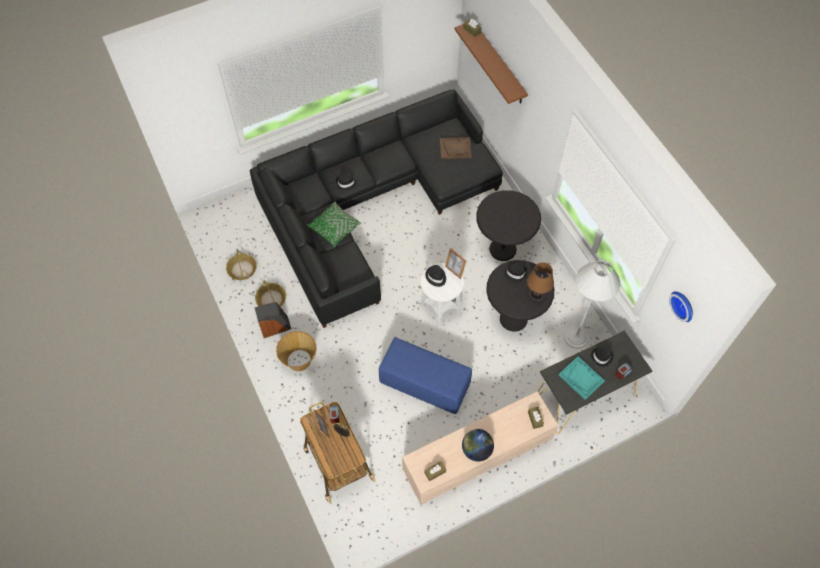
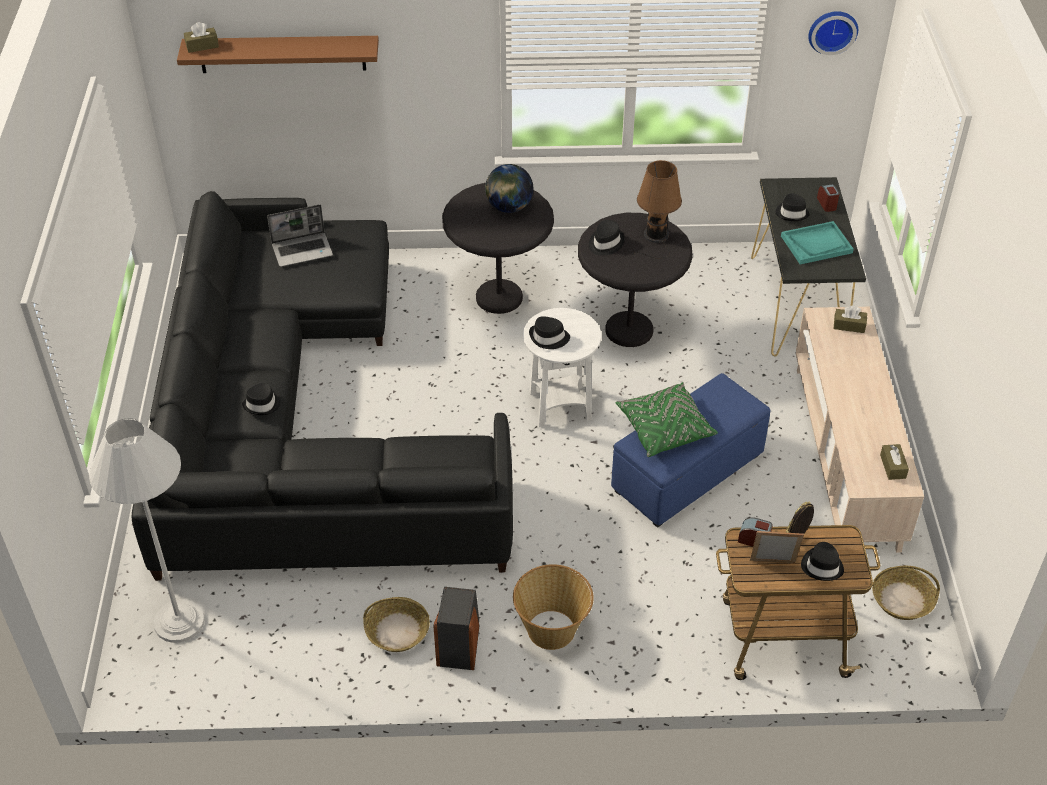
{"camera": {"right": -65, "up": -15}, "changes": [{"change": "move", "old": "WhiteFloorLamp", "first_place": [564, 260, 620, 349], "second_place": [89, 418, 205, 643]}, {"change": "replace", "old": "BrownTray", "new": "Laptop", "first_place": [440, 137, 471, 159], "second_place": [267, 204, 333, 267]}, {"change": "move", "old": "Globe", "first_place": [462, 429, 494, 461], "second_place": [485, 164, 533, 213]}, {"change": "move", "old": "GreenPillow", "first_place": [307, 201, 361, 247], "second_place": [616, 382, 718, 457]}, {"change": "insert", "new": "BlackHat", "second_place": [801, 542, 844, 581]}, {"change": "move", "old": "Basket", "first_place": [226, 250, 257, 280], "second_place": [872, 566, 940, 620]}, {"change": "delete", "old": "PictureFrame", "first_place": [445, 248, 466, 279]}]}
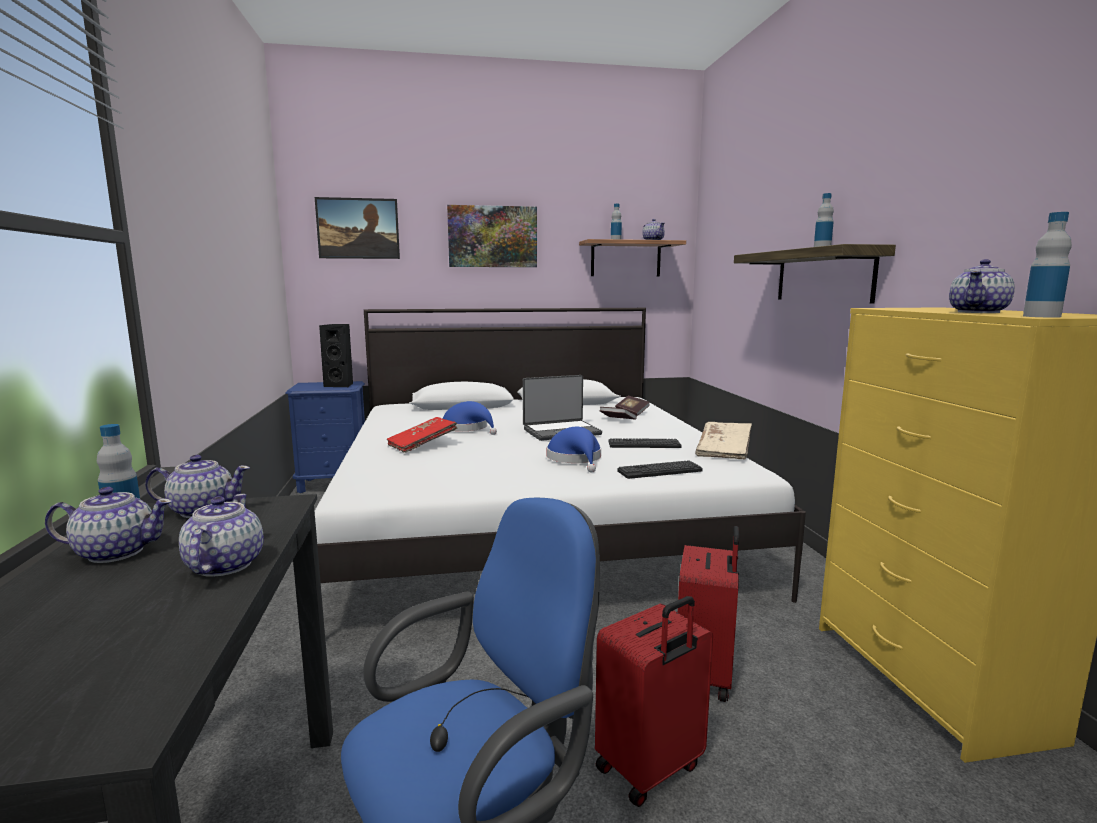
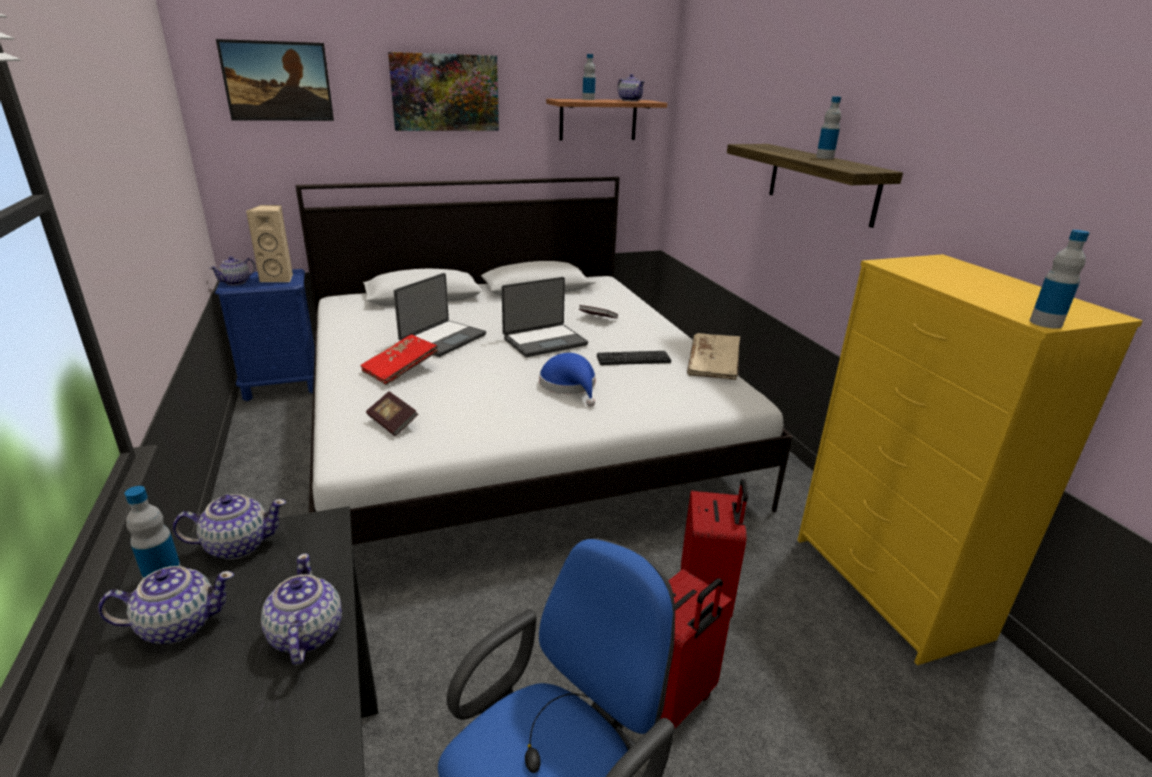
{"camera": {"right": -10, "up": 15}, "changes": [{"change": "move", "old": "Teapot", "first_place": [949, 259, 1015, 313], "second_place": [209, 256, 256, 285]}, {"change": "recolor", "old": "BlackSpeaker", "new": "BeigeSpeaker", "first_place": [319, 324, 353, 387], "second_place": [246, 205, 293, 282]}, {"change": "move", "old": "Book", "first_place": [615, 396, 650, 416], "second_place": [366, 391, 418, 436]}, {"change": "replace", "old": "BlueHat", "new": "Laptop", "first_place": [442, 401, 497, 435], "second_place": [394, 273, 486, 357]}, {"change": "delete", "old": "Keyboard", "first_place": [617, 460, 703, 479]}]}
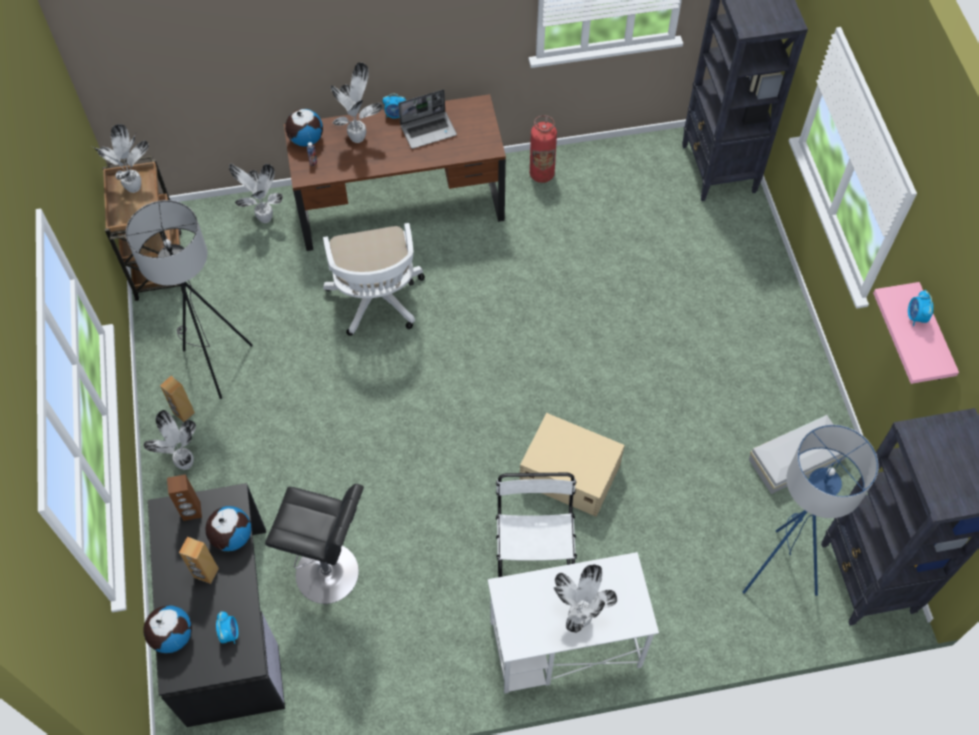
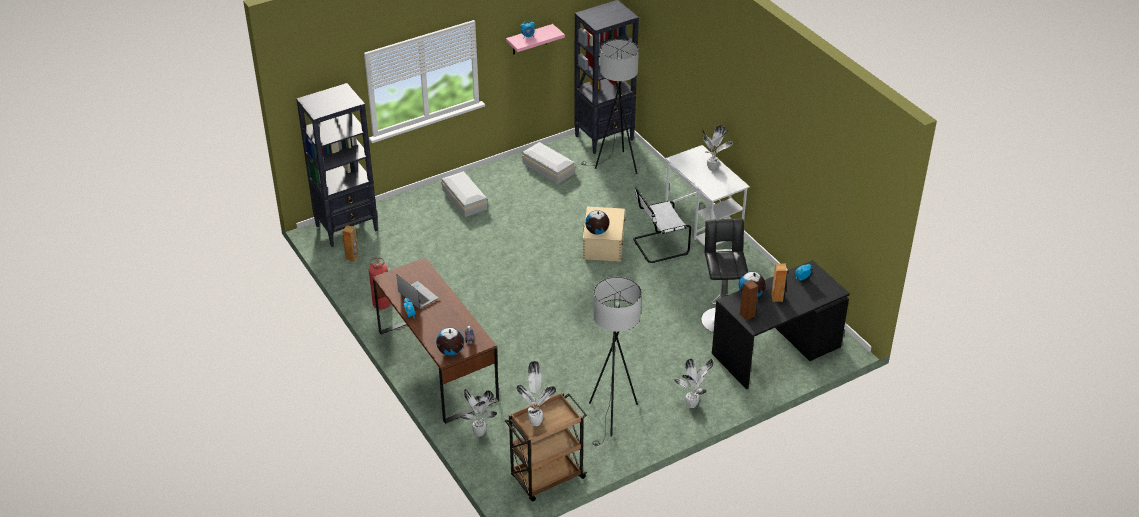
{"camera": {"right": -110, "up": -20}, "changes": [{"change": "move", "old": "BrownSpeaker", "first_place": [160, 376, 195, 422], "second_place": [342, 225, 359, 261]}, {"change": "insert", "new": "WhiteStorageBox", "second_place": [441, 171, 488, 217]}, {"change": "recolor", "old": "BlueFloorLamp", "new": "GreyFloorLamp", "first_place": [743, 425, 879, 596], "second_place": [581, 39, 639, 174]}, {"change": "move", "old": "Globe", "first_place": [143, 605, 192, 653], "second_place": [585, 210, 609, 235]}, {"change": "delete", "old": "WhiteOfficeChair", "first_place": [323, 223, 425, 336]}, {"change": "delete", "old": "PottedPlant", "first_place": [331, 63, 382, 143]}]}
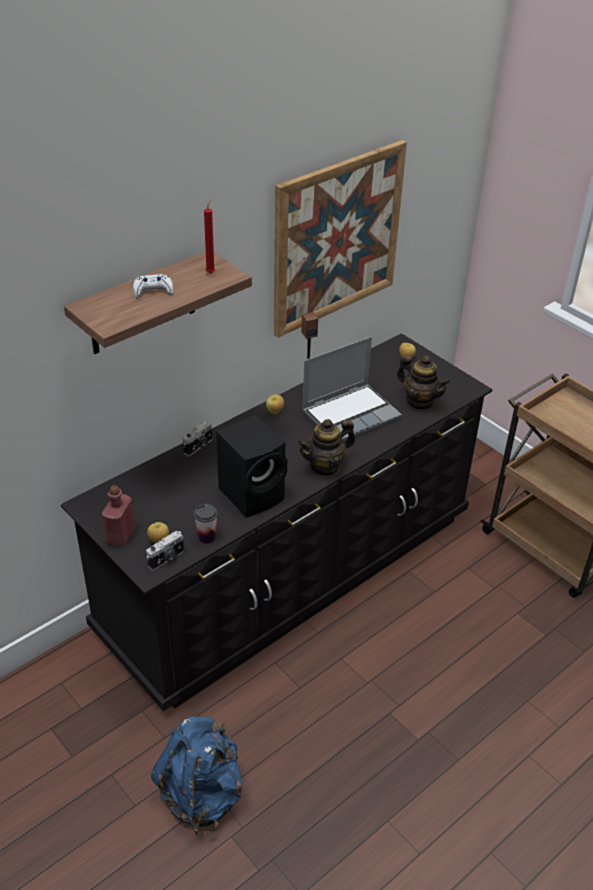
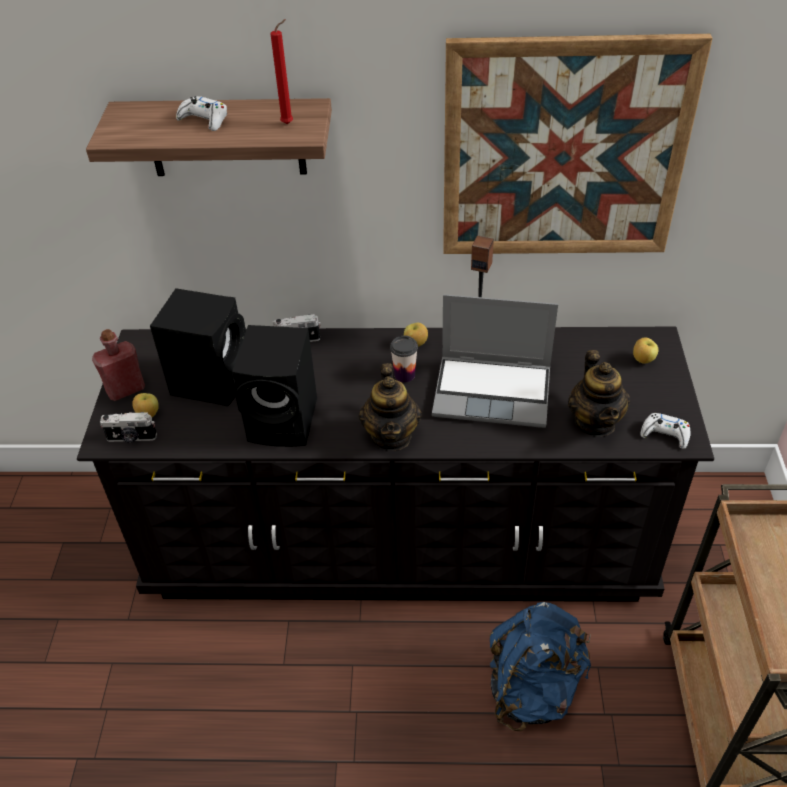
{"camera": {"right": 45, "up": 5}, "changes": [{"change": "insert", "new": "BlackSpeaker", "second_place": [150, 288, 246, 406]}, {"change": "rotate", "old": "Teapot", "first_place": [297, 419, 355, 477], "second_place": [359, 363, 422, 451], "degrees": -105}, {"change": "move", "old": "Cup", "first_place": [194, 504, 218, 544], "second_place": [390, 335, 418, 382]}, {"change": "move", "old": "BlueBackpack", "first_place": [151, 716, 243, 835], "second_place": [490, 602, 591, 731]}, {"change": "insert", "new": "WhiteGameController", "second_place": [640, 413, 691, 449]}]}
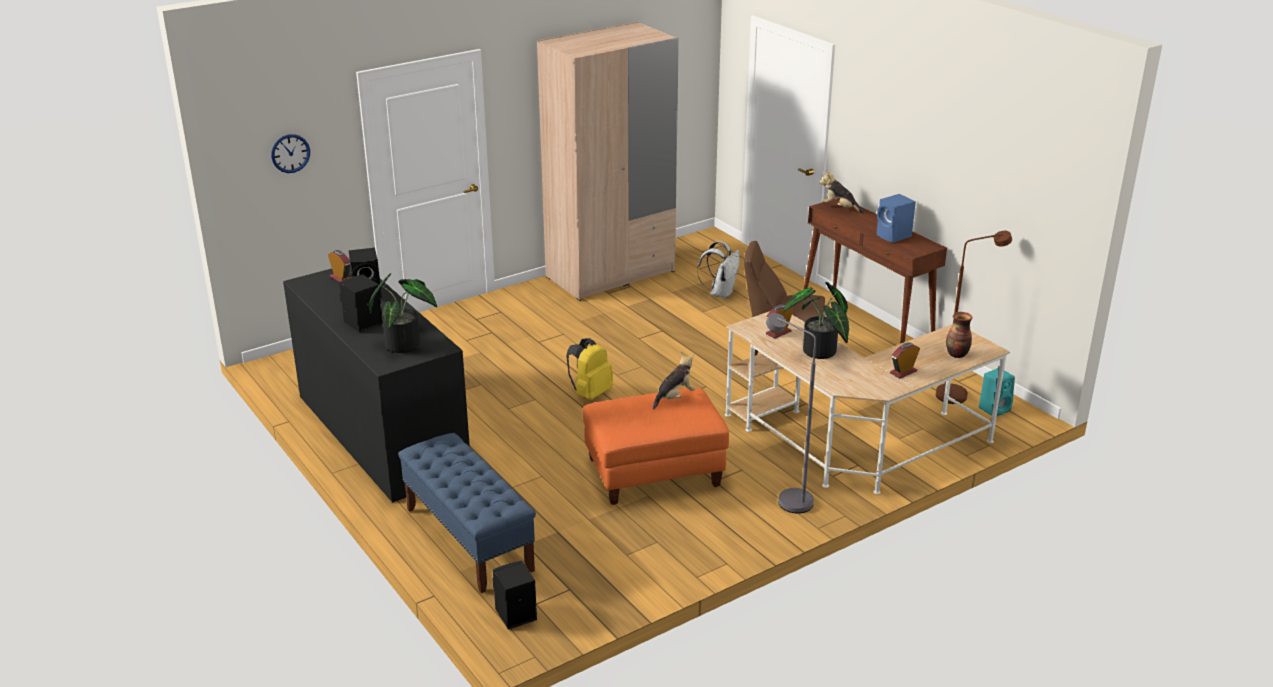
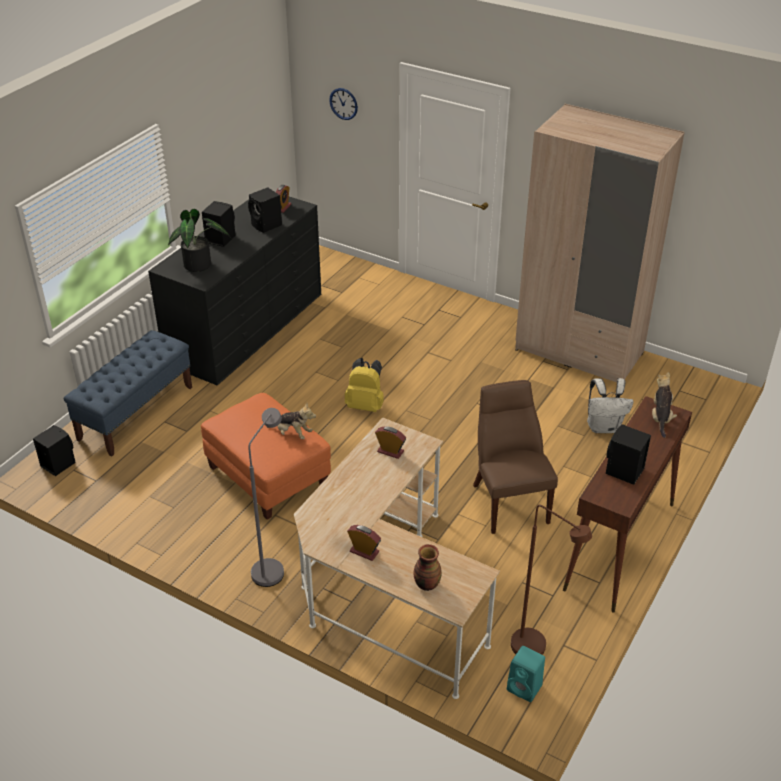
{"camera": {"right": 65, "up": 10}, "changes": [{"change": "recolor", "old": "BlueSpeaker", "new": "BlackSpeaker", "first_place": [877, 194, 916, 243], "second_place": [606, 424, 651, 485]}, {"change": "delete", "old": "PottedPlant", "first_place": [783, 282, 849, 359]}]}
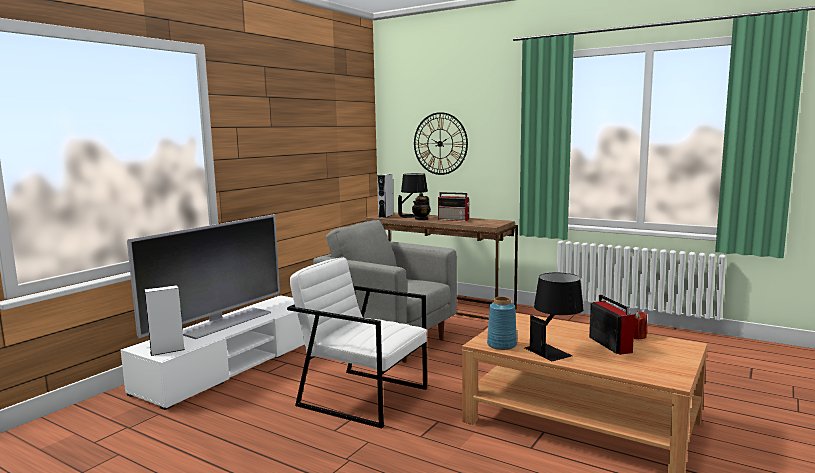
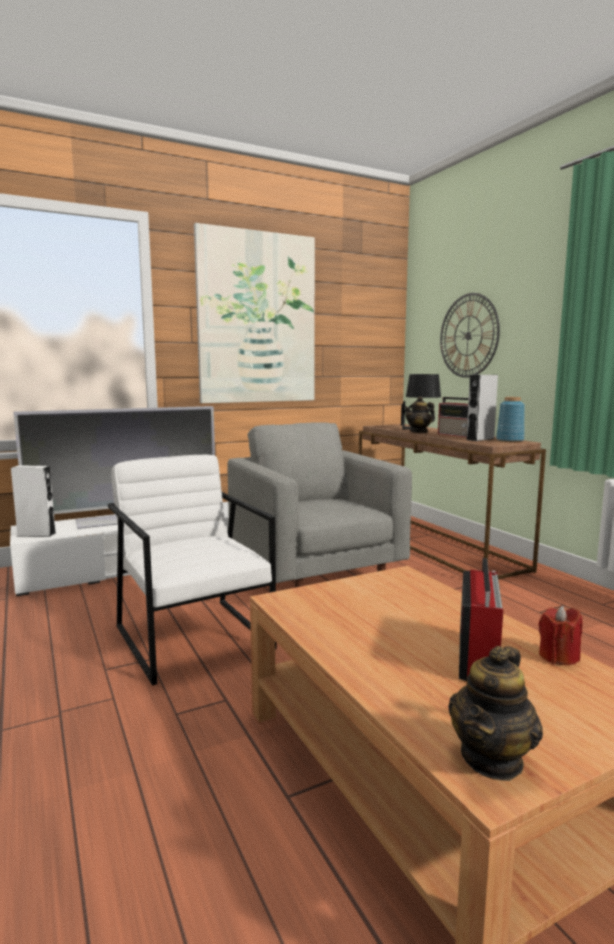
{"camera": {"right": 30, "up": 0}, "changes": [{"change": "insert", "new": "Picture", "second_place": [194, 223, 315, 403]}, {"change": "insert", "new": "Teapot", "second_place": [448, 646, 543, 781]}, {"change": "move", "old": "GreySpeaker", "first_place": [377, 174, 393, 218], "second_place": [466, 375, 498, 441]}, {"change": "move", "old": "BlueVase", "first_place": [487, 296, 517, 350], "second_place": [496, 397, 525, 442]}, {"change": "delete", "old": "BlackTableLamp", "first_place": [524, 272, 584, 361]}]}
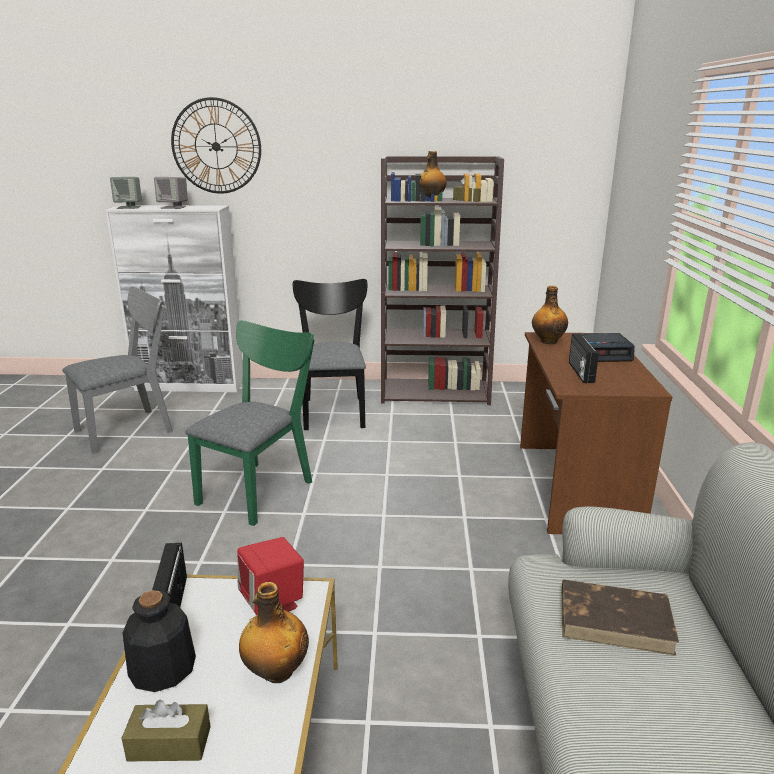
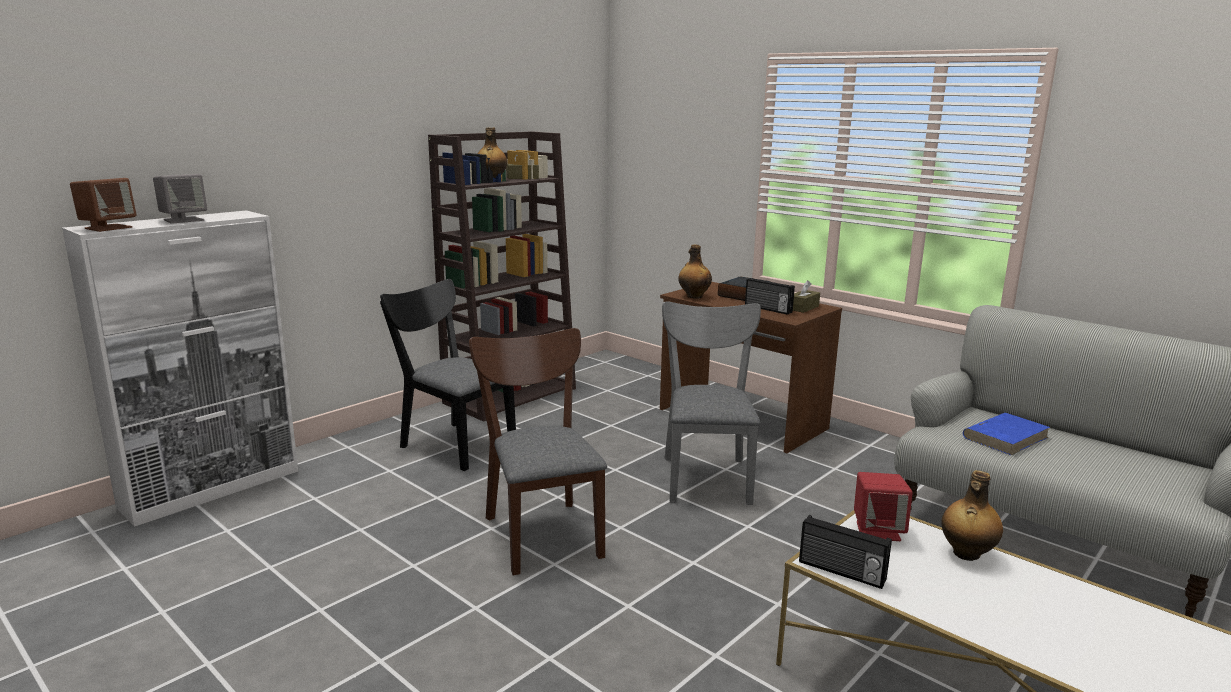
{"camera": {"right": -50, "up": -5}, "changes": [{"change": "recolor", "old": "GreySpeaker", "new": "BrownSpeaker", "first_place": [110, 177, 142, 209], "second_place": [70, 178, 137, 232]}, {"change": "recolor", "old": "GreenChair", "new": "BrownChair", "first_place": [185, 320, 314, 526], "second_place": [469, 328, 607, 575]}, {"change": "move", "old": "GreyChair", "first_place": [63, 287, 173, 454], "second_place": [662, 301, 761, 505]}, {"change": "move", "old": "BrownTissueBox", "first_place": [122, 699, 211, 761], "second_place": [793, 280, 820, 313]}, {"change": "recolor", "old": "BrownBook", "new": "BlueBook", "first_place": [562, 579, 679, 656], "second_place": [963, 413, 1050, 455]}, {"change": "delete", "old": "Bottle", "first_place": [123, 590, 196, 692]}, {"change": "delete", "old": "WallClock", "first_place": [171, 97, 261, 194]}]}
